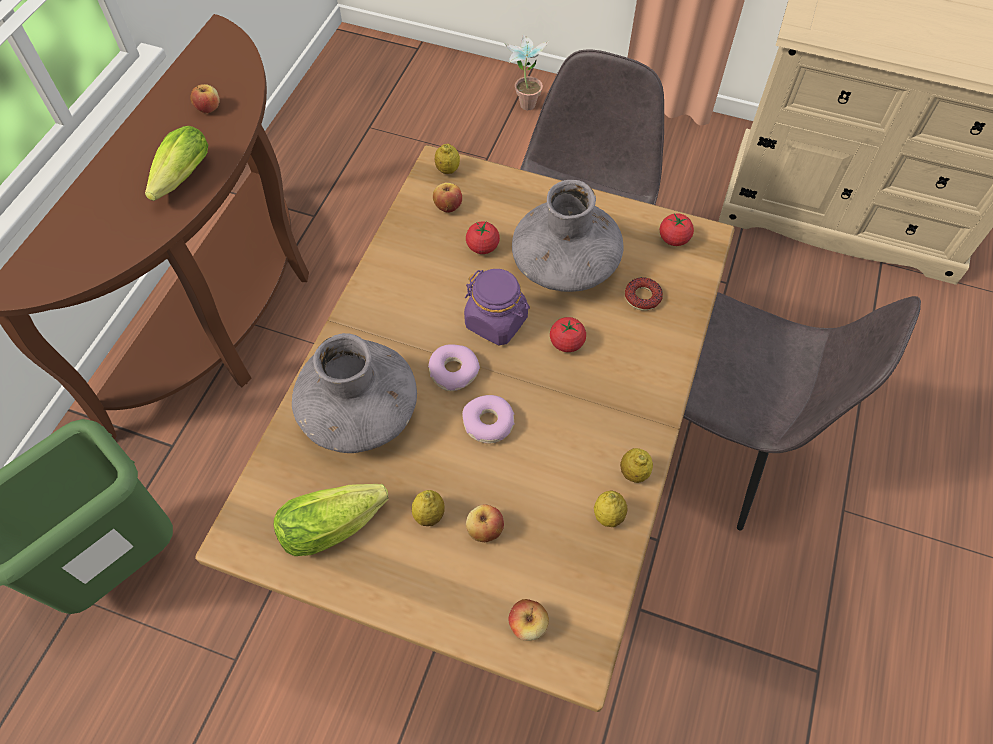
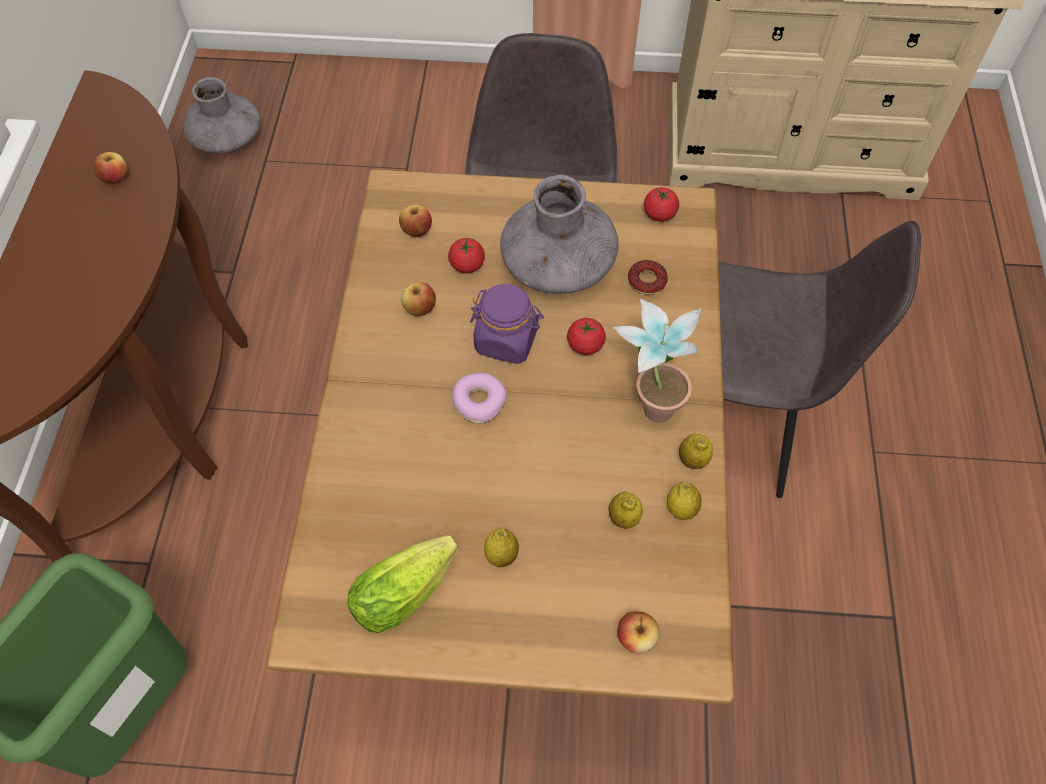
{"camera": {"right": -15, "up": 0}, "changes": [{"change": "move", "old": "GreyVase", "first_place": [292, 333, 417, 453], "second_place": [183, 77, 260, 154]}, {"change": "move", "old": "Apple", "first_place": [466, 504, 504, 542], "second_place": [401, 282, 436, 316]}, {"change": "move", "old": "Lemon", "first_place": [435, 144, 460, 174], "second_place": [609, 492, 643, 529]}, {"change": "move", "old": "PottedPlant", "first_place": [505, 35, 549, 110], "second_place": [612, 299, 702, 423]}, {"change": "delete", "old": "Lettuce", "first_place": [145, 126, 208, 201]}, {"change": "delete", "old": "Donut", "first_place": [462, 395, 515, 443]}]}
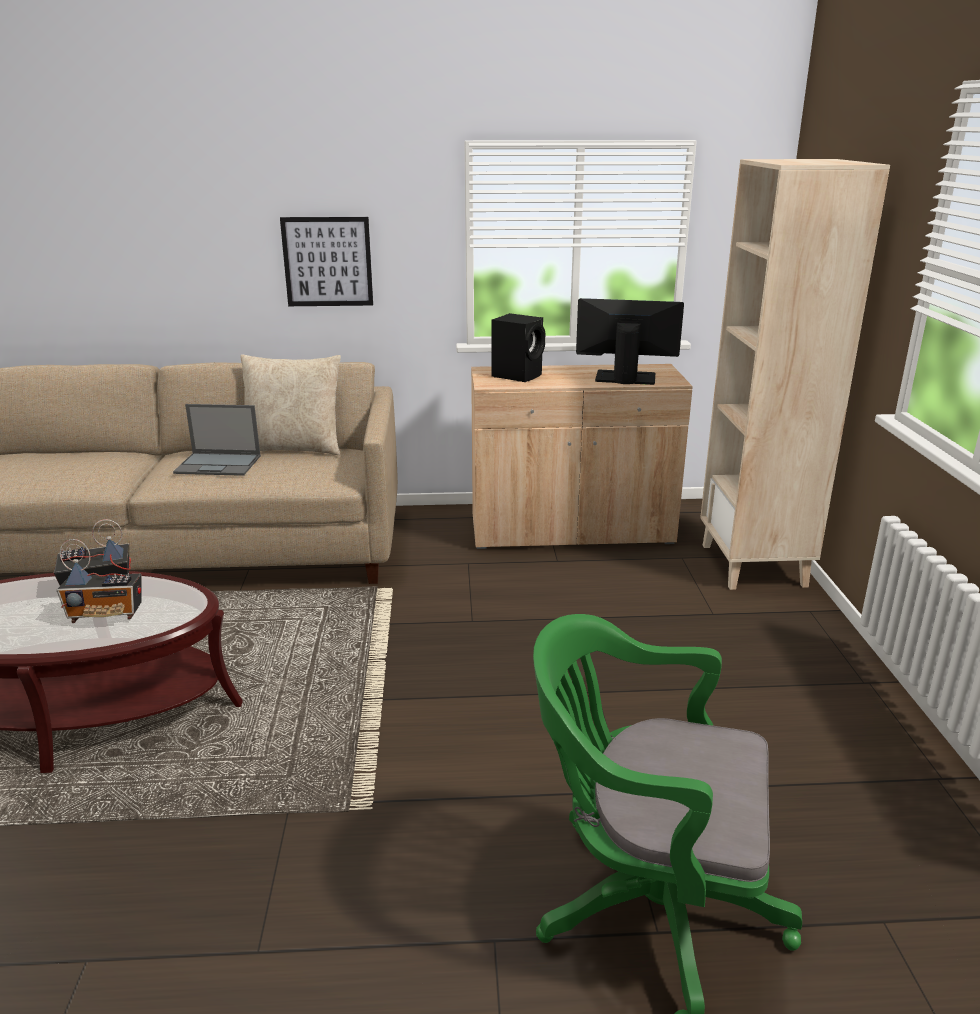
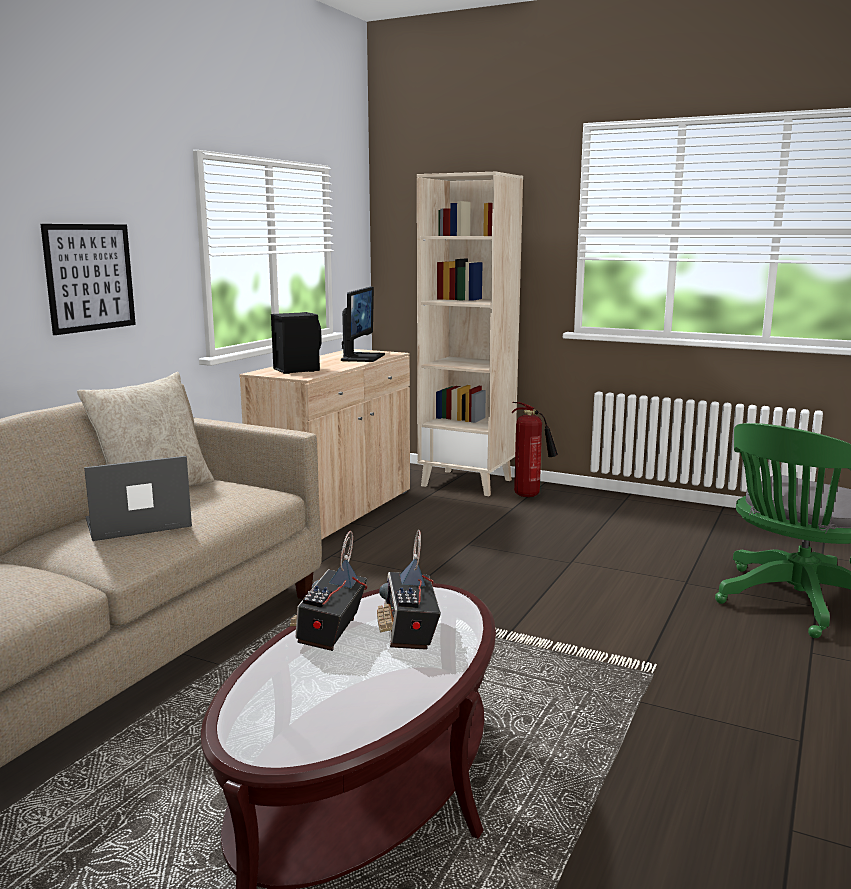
{"camera": {"right": -60, "up": -10}, "changes": [{"change": "rotate", "old": "Laptop", "first_place": [173, 404, 261, 476], "second_place": [84, 456, 192, 541], "degrees": -150}, {"change": "rotate", "old": "Monitor", "first_place": [576, 298, 684, 385], "second_place": [341, 287, 385, 362], "degrees": 150}, {"change": "rotate", "old": "Radio", "first_place": [57, 539, 142, 623], "second_place": [377, 530, 441, 650], "degrees": 150}, {"change": "insert", "new": "FireExtinguisher", "second_place": [512, 402, 558, 497]}]}
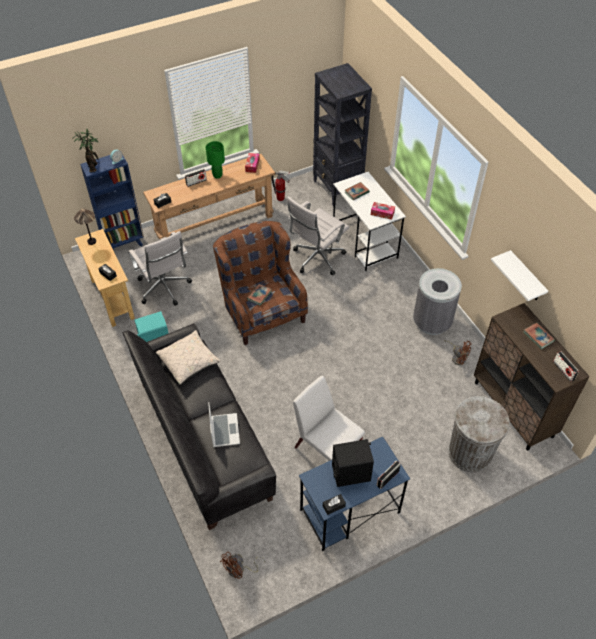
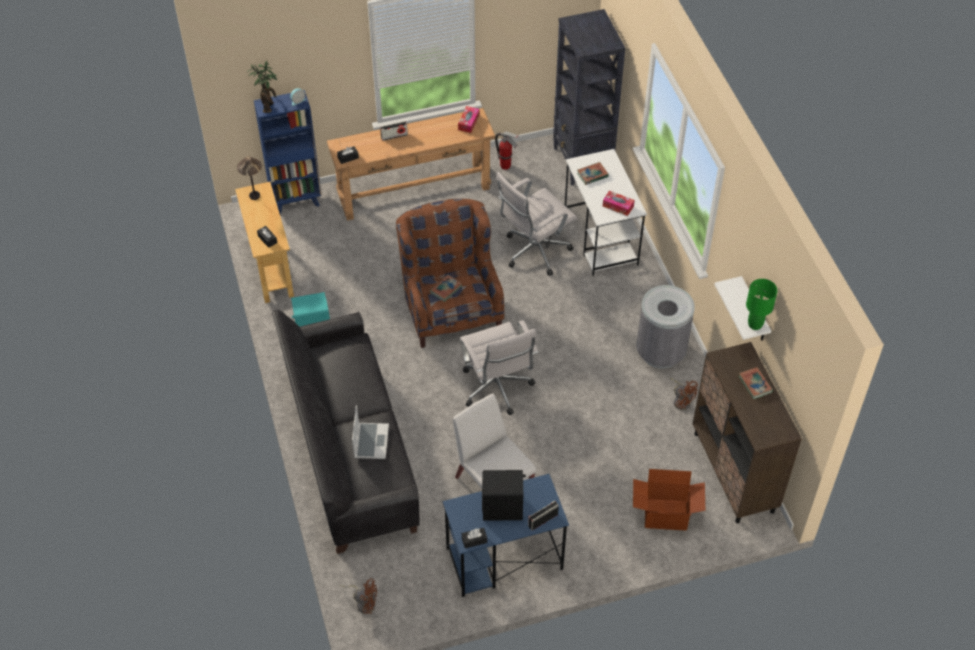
{"camera": {"right": 10, "up": 0}, "changes": [{"change": "rotate", "old": "BrownFan", "first_place": [220, 552, 265, 579], "second_place": [339, 578, 377, 614], "degrees": -135}, {"change": "move", "old": "WhiteOfficeChair", "first_place": [128, 231, 192, 306], "second_place": [460, 320, 538, 415]}, {"change": "replace", "old": "GreyTrashCan", "new": "CardboardBox", "first_place": [449, 396, 510, 473], "second_place": [633, 469, 706, 531]}, {"change": "move", "old": "GreenTableLamp", "first_place": [206, 141, 225, 179], "second_place": [746, 279, 778, 330]}, {"change": "delete", "old": "BeigePillow", "first_place": [156, 330, 221, 385]}, {"change": "delete", "old": "Radio", "first_place": [553, 351, 579, 382]}]}
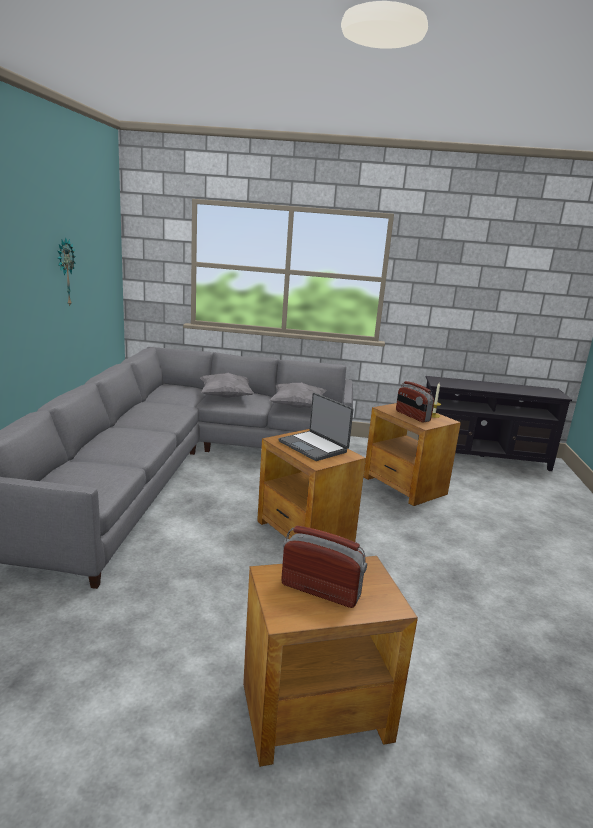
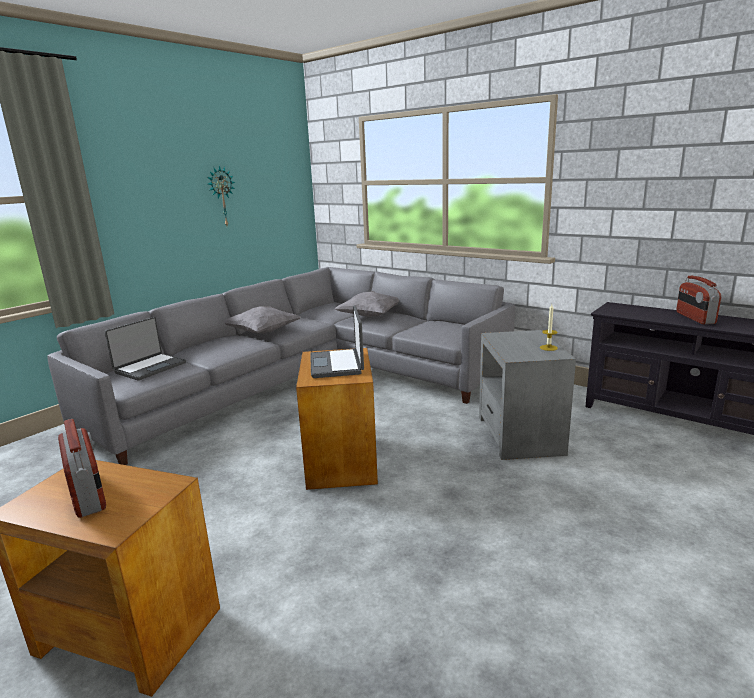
{"camera": {"right": 35, "up": 0}, "changes": [{"change": "insert", "new": "Laptop", "second_place": [105, 317, 186, 381]}, {"change": "move", "old": "GreyPillow", "first_place": [270, 382, 326, 408], "second_place": [224, 306, 301, 334]}, {"change": "recolor", "old": "BrownSideTable", "new": "GreySideTable", "first_place": [364, 403, 461, 506], "second_place": [479, 330, 576, 460]}, {"change": "move", "old": "Radio", "first_place": [396, 381, 434, 422], "second_place": [676, 276, 721, 324]}]}
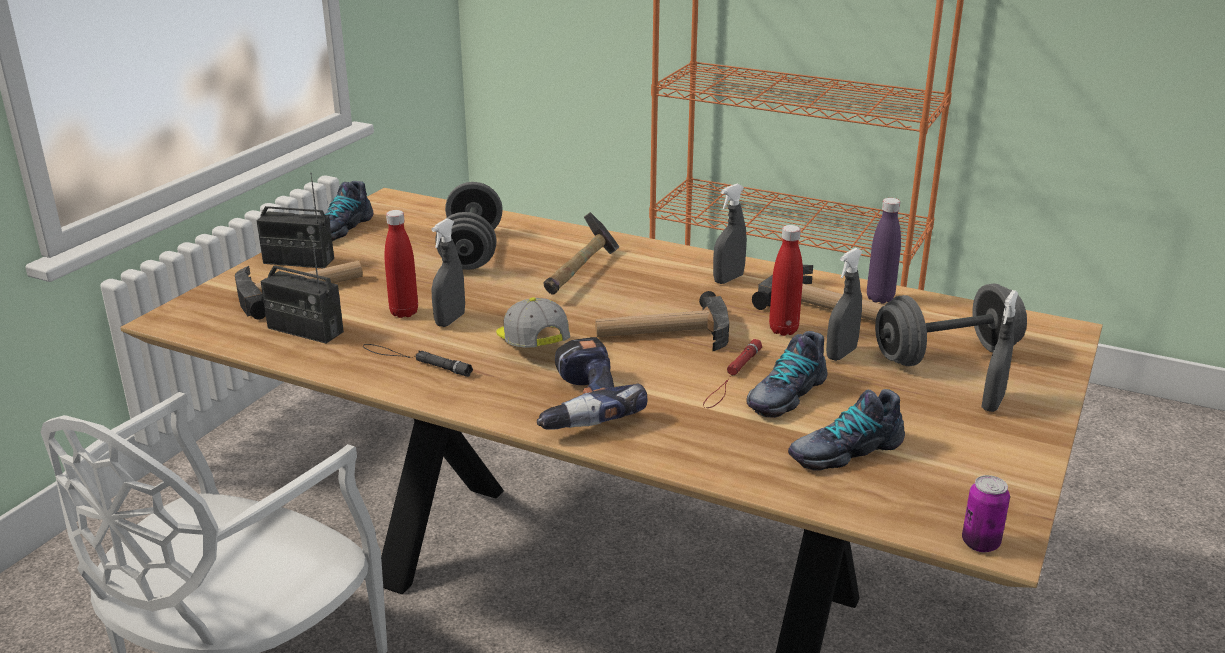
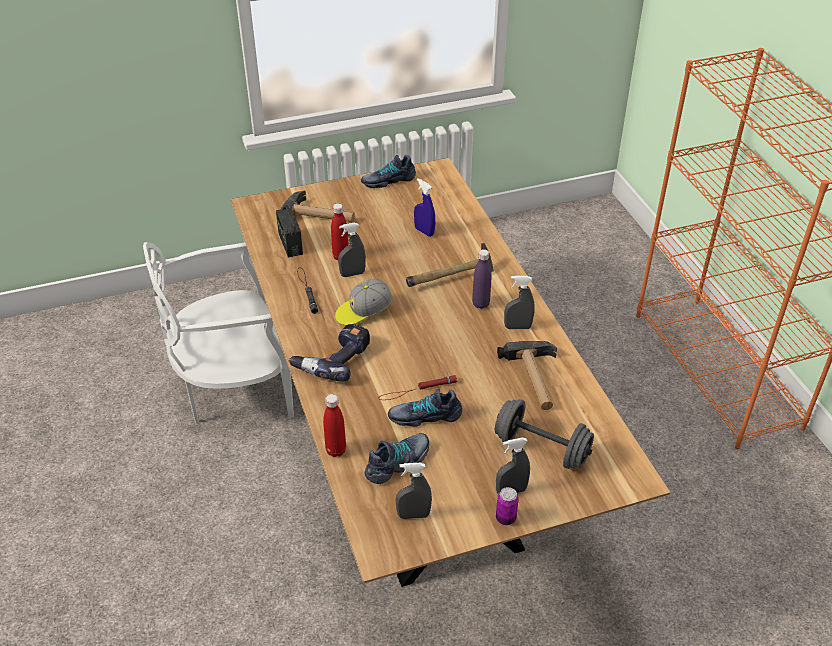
{"camera": {"right": 45, "up": 15}, "changes": [{"change": "move", "old": "RedBottle", "first_place": [769, 225, 803, 336], "second_place": [323, 394, 346, 457]}, {"change": "rotate", "old": "Cap", "first_place": [496, 297, 570, 348], "second_place": [335, 279, 393, 326], "degrees": -135}, {"change": "rotate", "old": "Shoe", "first_place": [788, 389, 905, 471], "second_place": [364, 433, 429, 484], "degrees": 120}, {"change": "move", "old": "GreySprayBottle", "first_place": [826, 248, 862, 361], "second_place": [396, 463, 432, 519]}, {"change": "replace", "old": "GreyDumbbell", "new": "BlueSprayBottle", "first_place": [435, 182, 503, 270], "second_place": [414, 179, 435, 237]}, {"change": "move", "old": "PurpleBottle", "first_place": [867, 198, 901, 303], "second_place": [472, 249, 491, 309]}, {"change": "move", "old": "Can", "first_place": [962, 475, 1010, 552], "second_place": [496, 487, 519, 525]}, {"change": "delete", "old": "Radio", "first_place": [257, 173, 334, 268]}, {"change": "delete", "old": "Hammer", "first_place": [595, 291, 729, 352]}]}
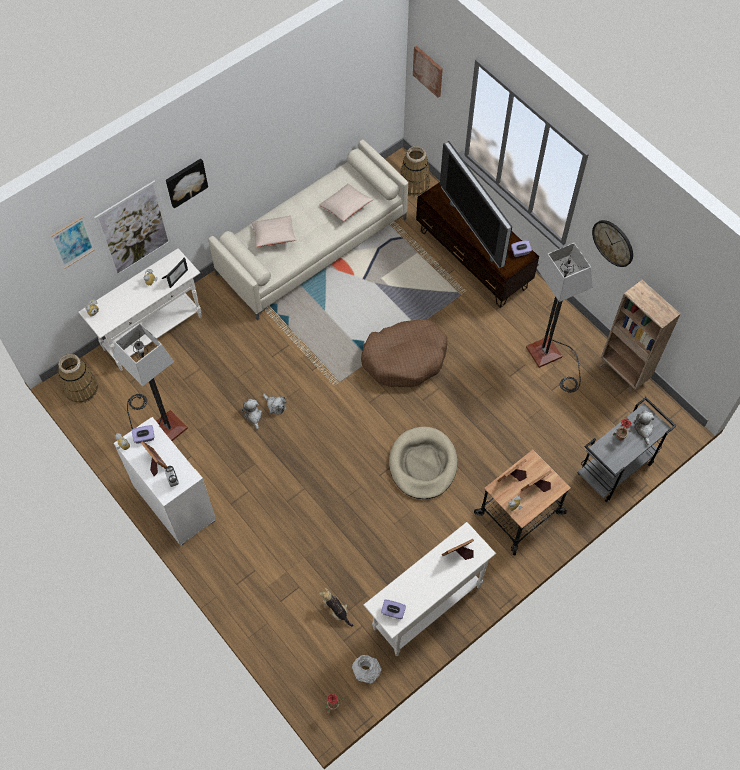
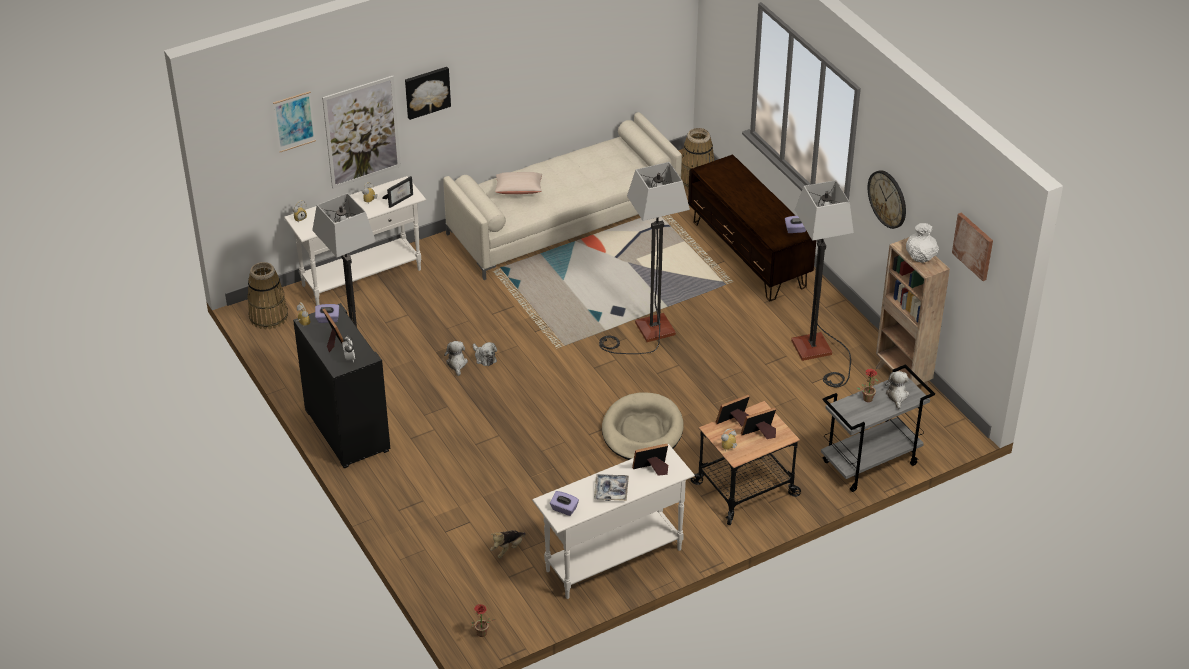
{"camera": {"right": 10, "up": -20}, "changes": [{"change": "recolor", "old": "WhiteCabinet", "new": "BlackCabinet", "first_place": [114, 417, 216, 546], "second_place": [293, 303, 390, 468]}, {"change": "rotate", "old": "PlushToy", "first_place": [319, 588, 354, 626], "second_place": [490, 530, 526, 558], "degrees": -105}, {"change": "insert", "new": "Tray", "second_place": [594, 474, 629, 501]}, {"change": "replace", "old": "BrownDogBed", "new": "FloorLamp", "first_place": [361, 320, 447, 387], "second_place": [599, 162, 690, 354]}, {"change": "move", "old": "WhiteVase", "first_place": [352, 655, 382, 683], "second_place": [906, 223, 939, 263]}, {"change": "move", "old": "Picture", "first_place": [413, 46, 443, 98], "second_place": [952, 213, 993, 281]}, {"change": "delete", "old": "BeigePillow", "first_place": [319, 184, 373, 221]}, {"change": "delete", "old": "Television", "first_place": [440, 141, 512, 268]}]}
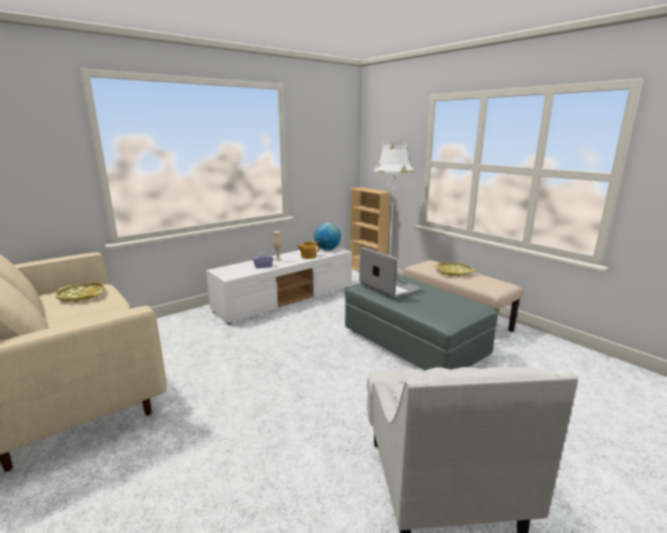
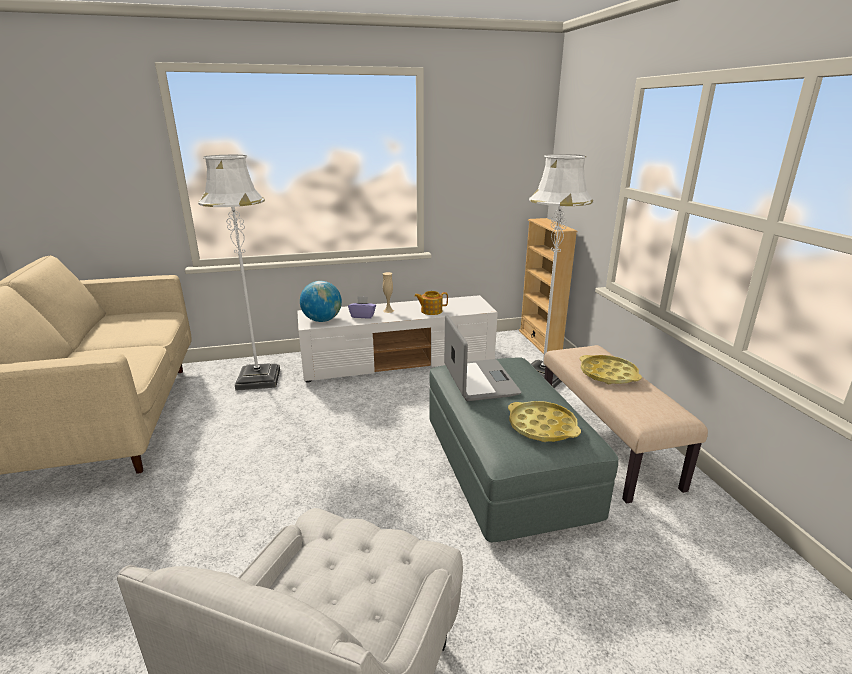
{"camera": {"right": 25, "up": 5}, "changes": [{"change": "insert", "new": "WhiteFloorLamp", "second_place": [198, 155, 280, 391]}, {"change": "move", "old": "Globe", "first_place": [314, 223, 341, 250], "second_place": [300, 281, 342, 322]}, {"change": "move", "old": "YellowTray", "first_place": [56, 283, 105, 303], "second_place": [508, 401, 581, 442]}]}
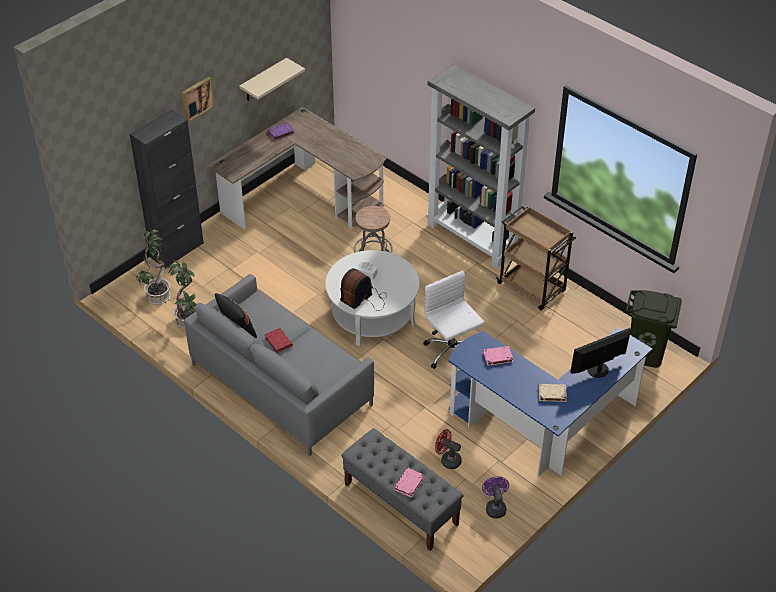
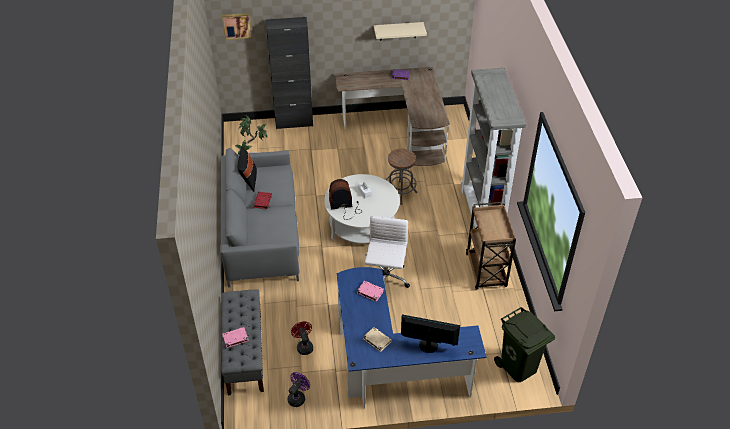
{"camera": {"right": 40, "up": 0}, "changes": [{"change": "move", "old": "Picture", "first_place": [182, 77, 215, 123], "second_place": [222, 13, 252, 40]}, {"change": "delete", "old": "PottedPlant", "first_place": [136, 230, 171, 305]}]}
